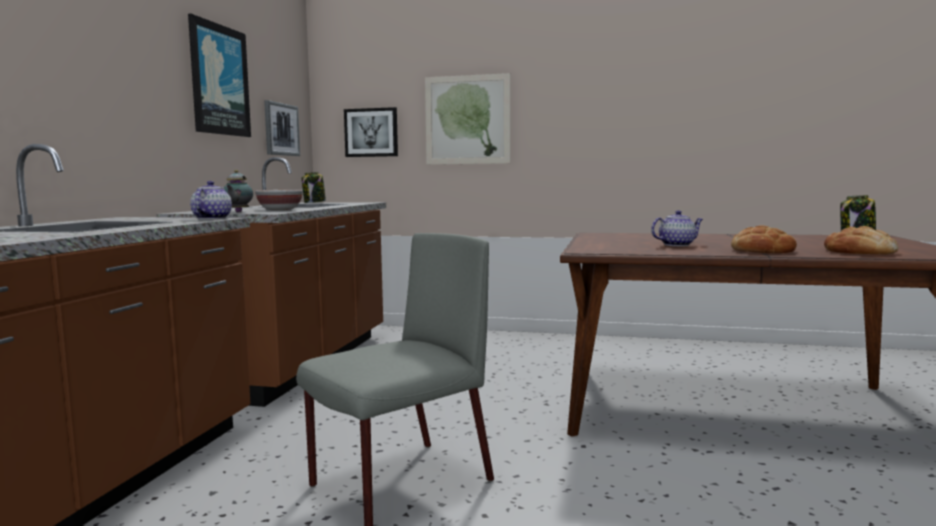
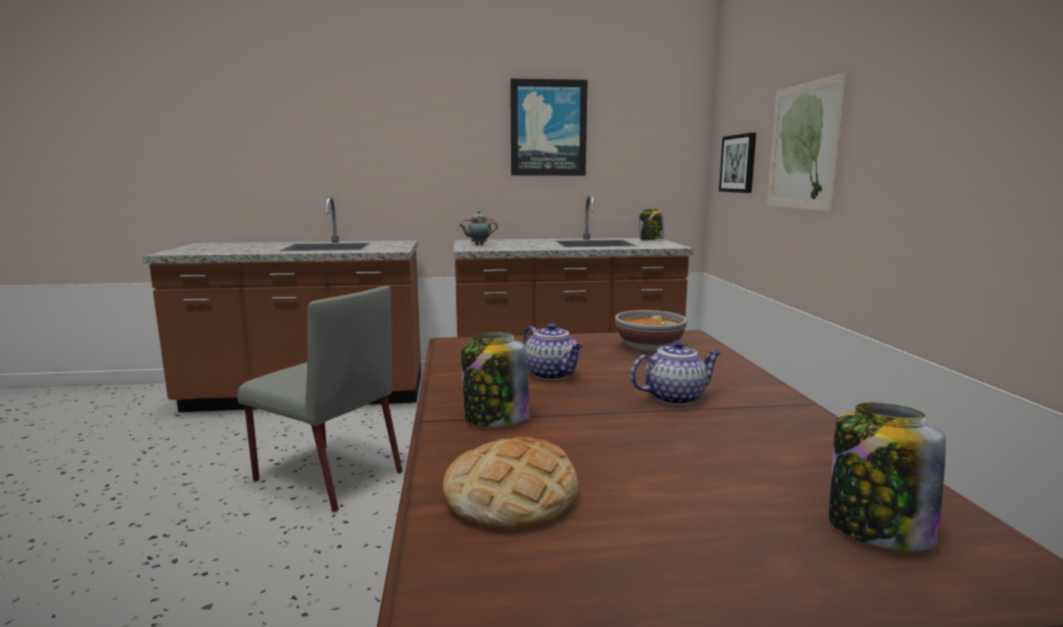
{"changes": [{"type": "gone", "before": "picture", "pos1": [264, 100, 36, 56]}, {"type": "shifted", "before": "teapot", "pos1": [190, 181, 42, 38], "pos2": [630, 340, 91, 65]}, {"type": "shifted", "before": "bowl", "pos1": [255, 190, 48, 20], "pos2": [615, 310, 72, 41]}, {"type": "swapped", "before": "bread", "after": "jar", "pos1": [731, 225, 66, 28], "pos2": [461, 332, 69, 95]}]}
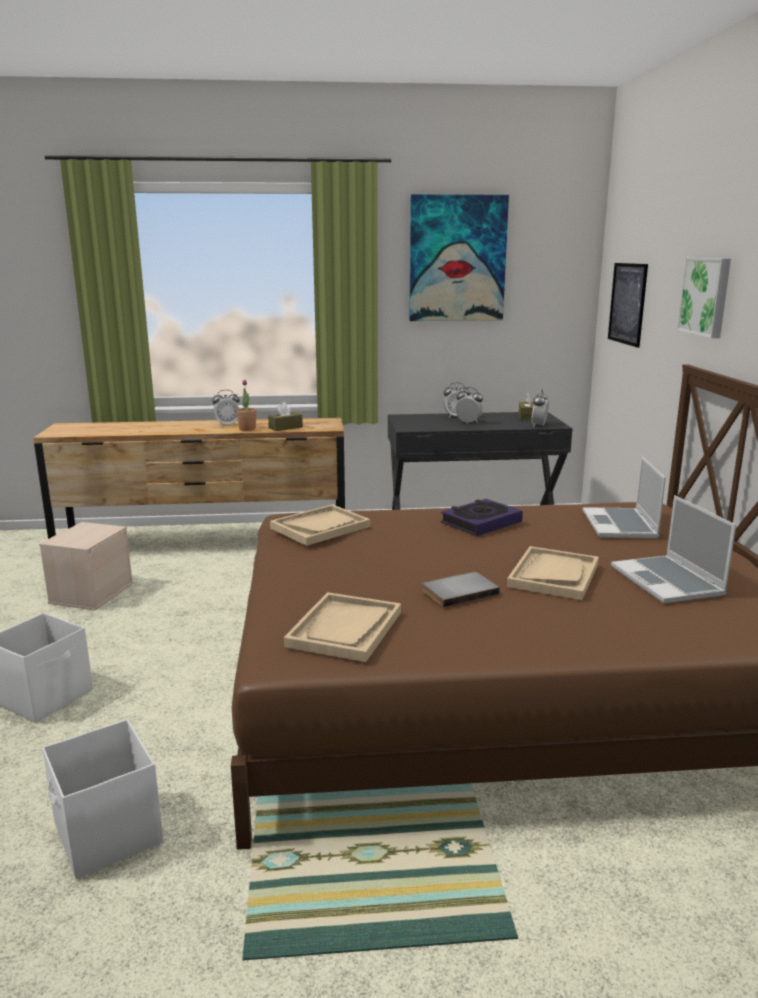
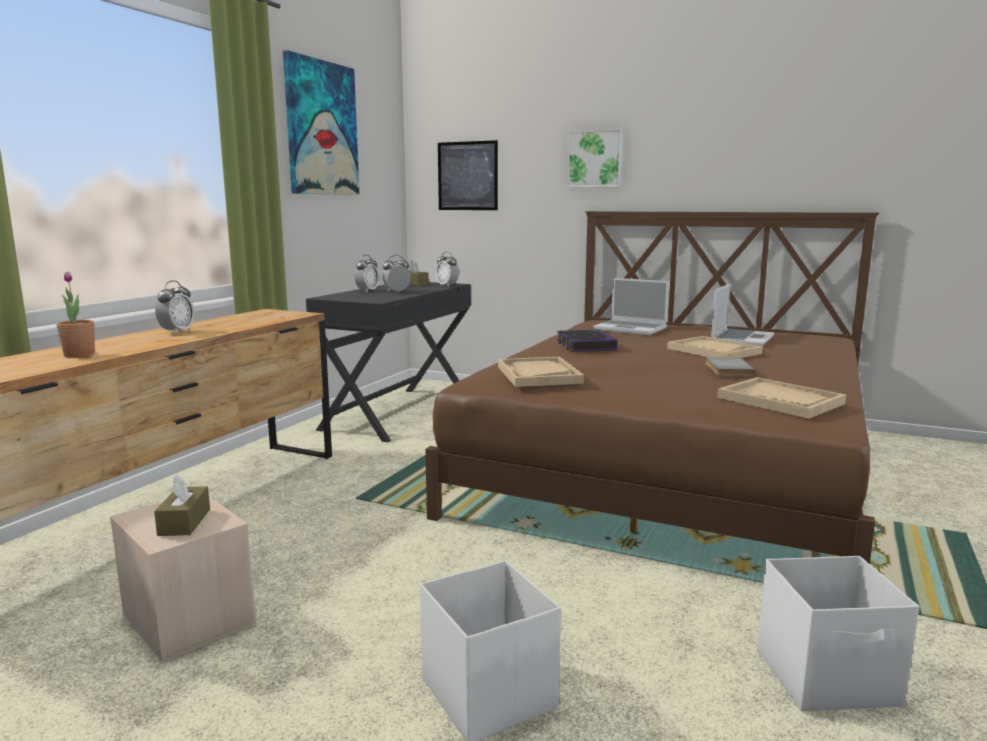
{"changes": [{"type": "shifted", "before": "potted plant", "pos1": [236, 379, 21, 52], "pos2": [56, 272, 39, 86]}, {"type": "shifted", "before": "brown tissue box", "pos1": [268, 402, 35, 29], "pos2": [154, 474, 56, 62]}, {"type": "rotated", "before": "laptop", "pos1": [611, 495, 125, 108], "pos2": [711, 283, 63, 63], "turn": -75}]}
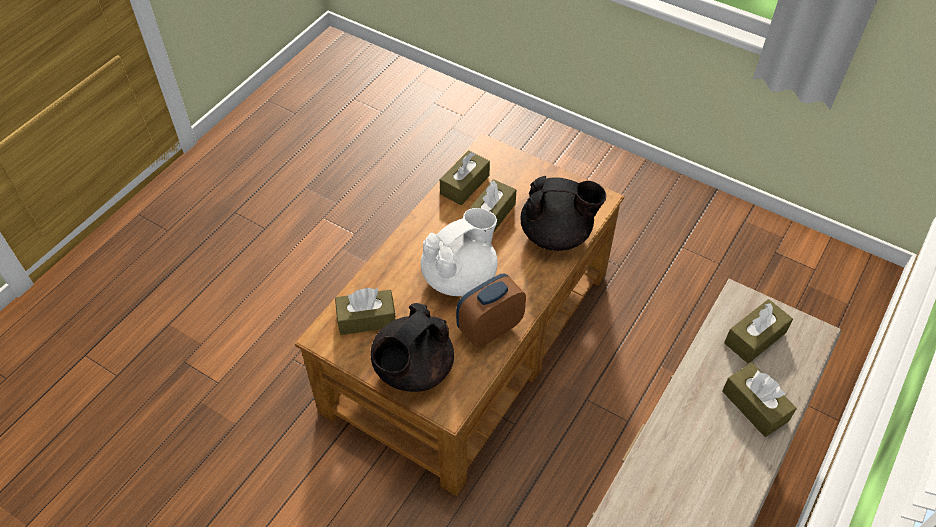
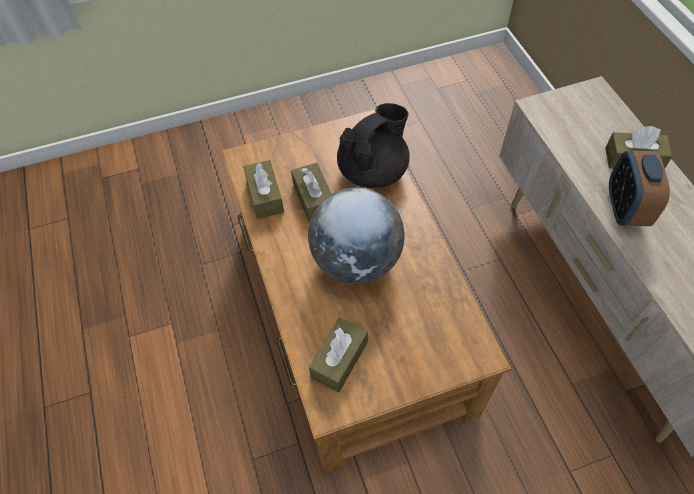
{"changes": [{"type": "swapped", "before": "white teapot", "after": "globe", "pos1": [421, 208, 77, 88], "pos2": [308, 188, 97, 96]}, {"type": "shifted", "before": "alarm clock", "pos1": [456, 273, 70, 75], "pos2": [609, 151, 61, 75]}, {"type": "gone", "before": "brown tissue box", "pos1": [724, 299, 69, 65]}, {"type": "gone", "before": "black teapot", "pos1": [371, 303, 83, 89]}]}
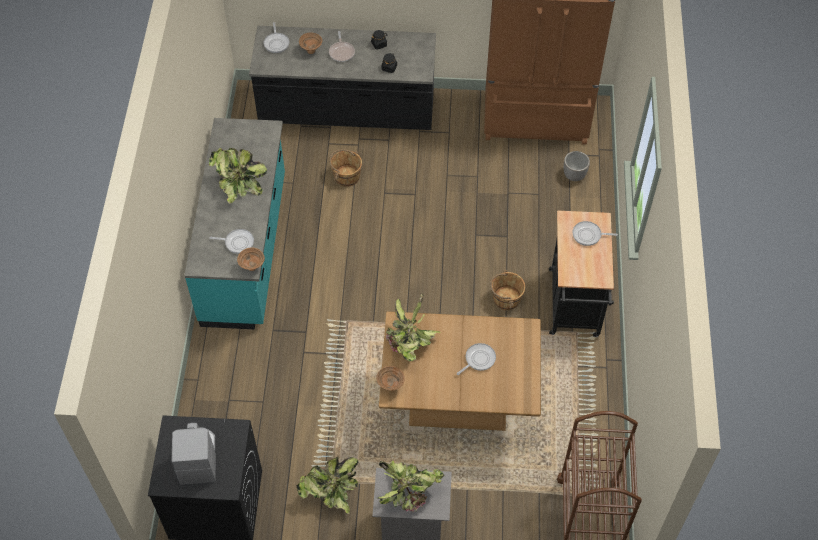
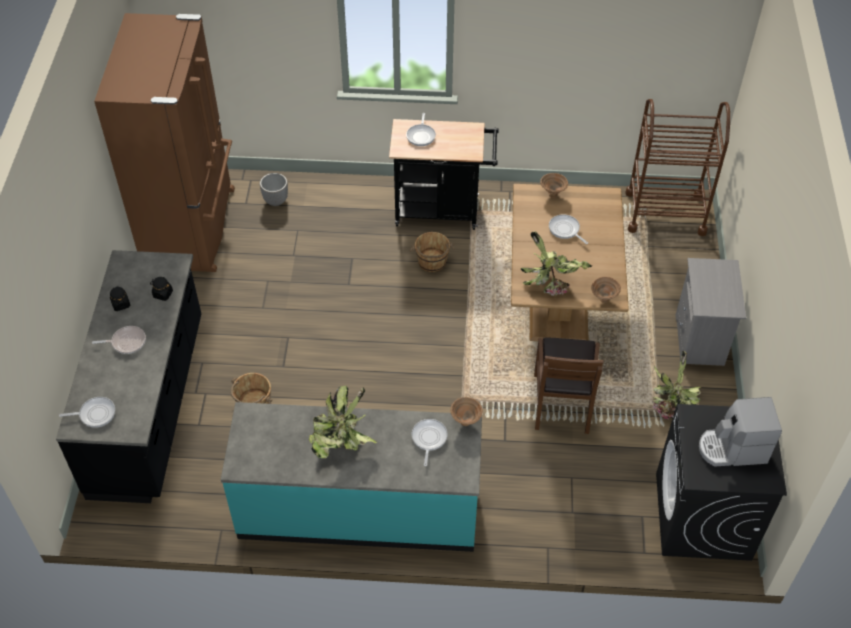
{"changes": [{"type": "shifted", "before": "brown bowl", "pos1": [299, 32, 23, 22], "pos2": [540, 173, 28, 25]}, {"type": "gone", "before": "potted plant", "pos1": [377, 460, 67, 53]}, {"type": "new", "after": "brown chair", "pos2": [534, 337, 69, 97]}]}
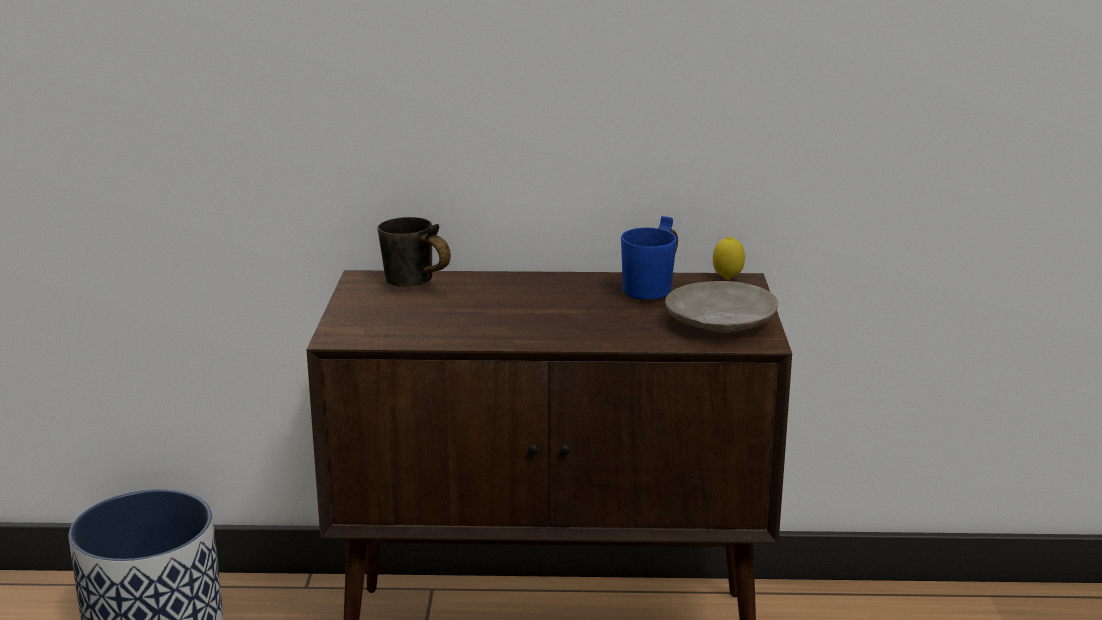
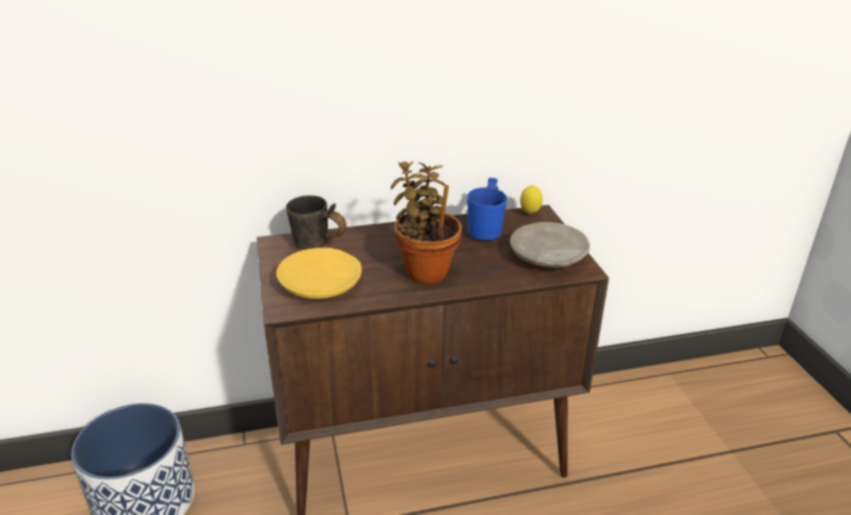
{"changes": [{"type": "new", "after": "potted plant", "pos2": [391, 161, 71, 123]}, {"type": "new", "after": "yellow plate", "pos2": [276, 248, 86, 51]}]}
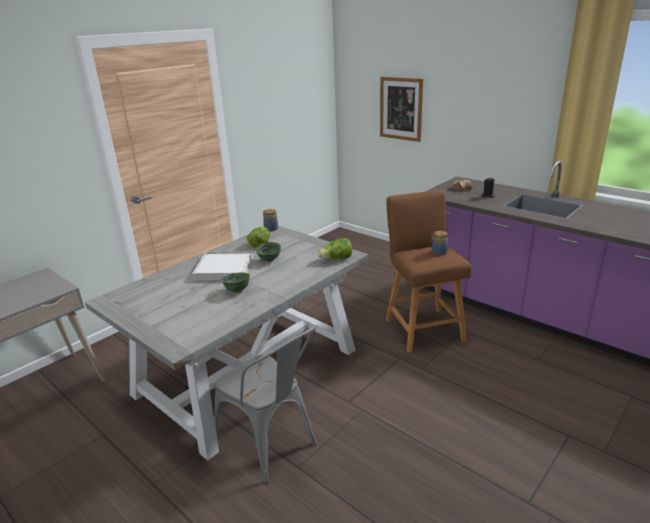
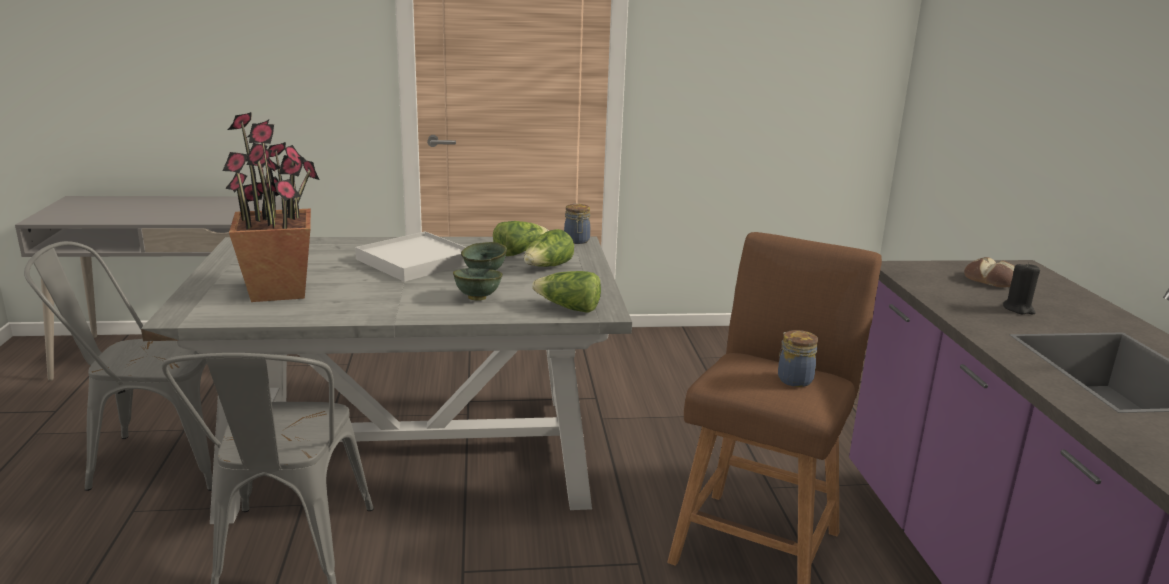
{"changes": [{"type": "gone", "before": "picture", "pos1": [380, 77, 43, 65]}, {"type": "shifted", "before": "green bowl", "pos1": [221, 272, 29, 21], "pos2": [453, 268, 50, 32]}, {"type": "new", "after": "potted plant", "pos2": [222, 112, 97, 190]}, {"type": "new", "after": "lettuce", "pos2": [524, 229, 50, 38]}, {"type": "new", "after": "grey chair", "pos2": [24, 241, 189, 250]}]}
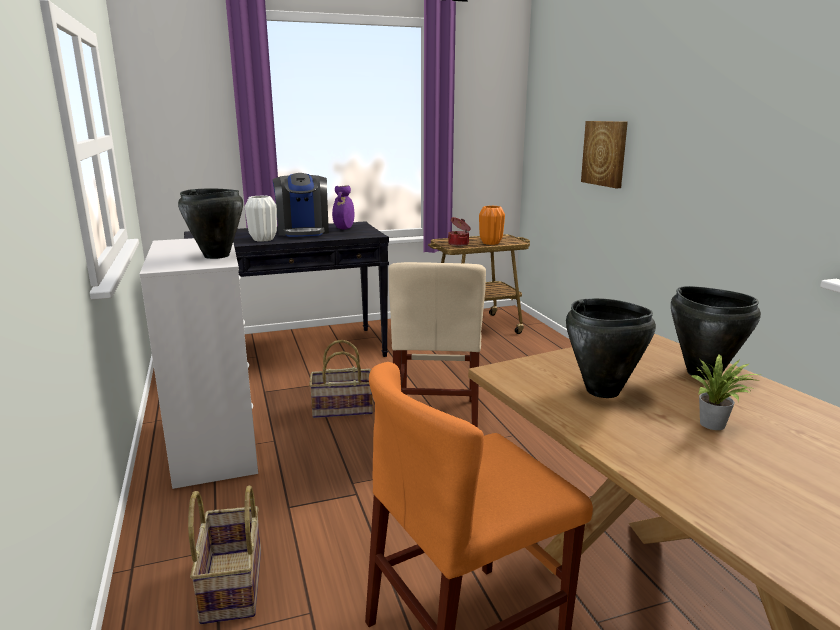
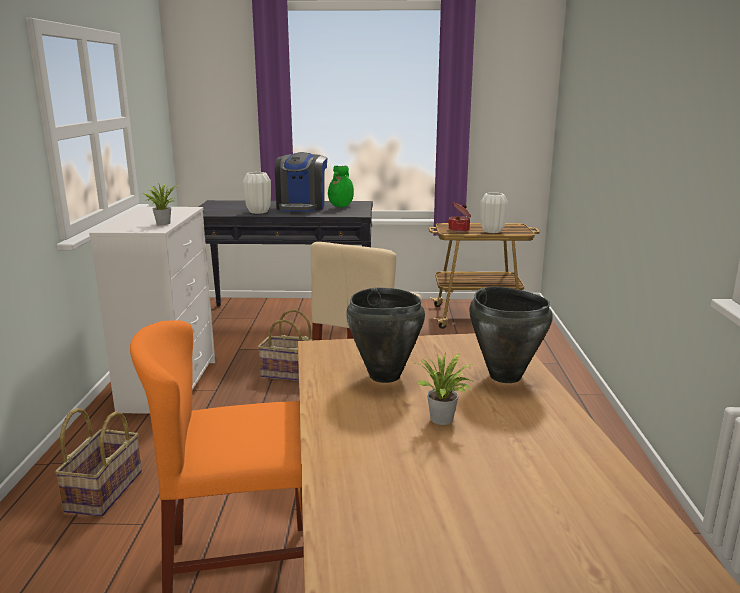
{"changes": [{"type": "gone", "before": "picture", "pos1": [581, 121, 47, 67]}, {"type": "repainted", "before": "purple vase", "after": "green vase", "pos1": [332, 185, 22, 45], "pos2": [328, 166, 26, 42]}, {"type": "swapped", "before": "black cooking pot", "after": "potted plant", "pos1": [178, 189, 65, 70], "pos2": [143, 183, 36, 42]}, {"type": "repainted", "before": "orange vase", "after": "white vase", "pos1": [479, 206, 26, 39], "pos2": [480, 192, 28, 41]}]}
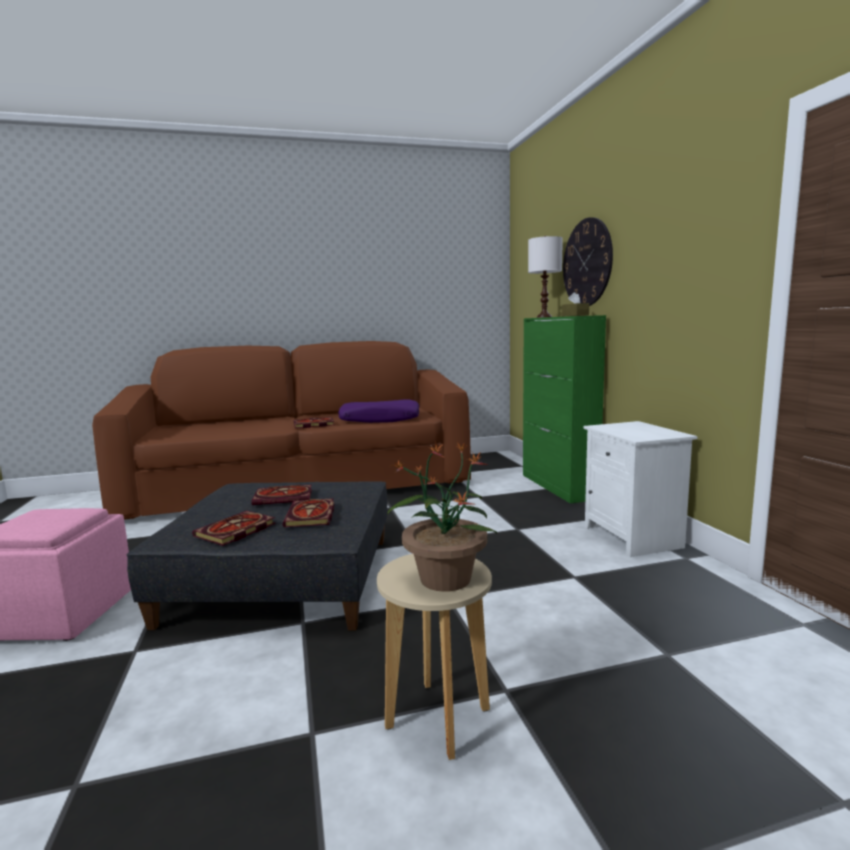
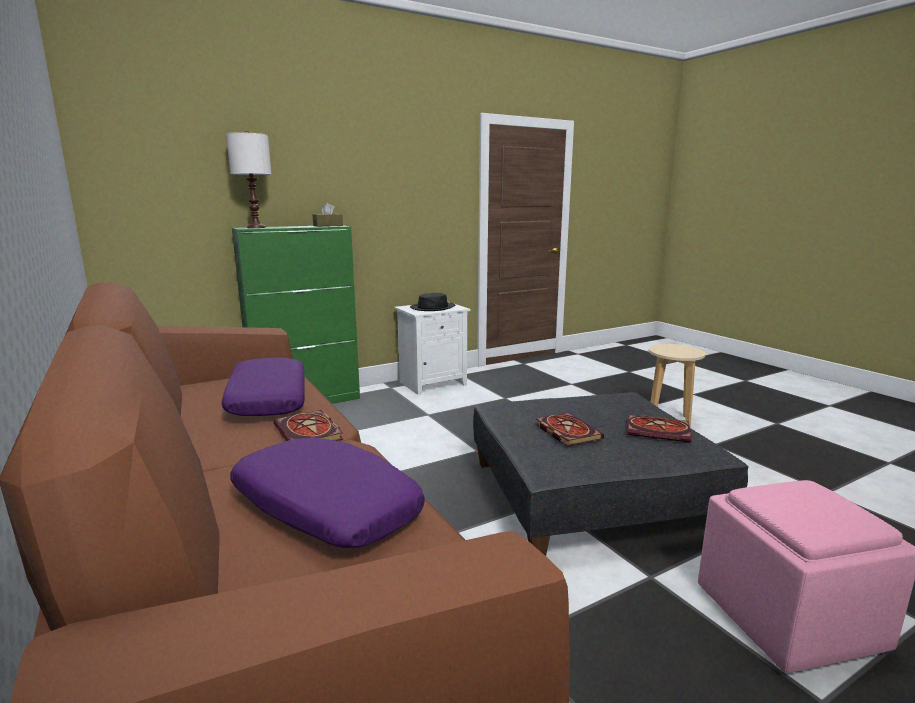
{"changes": [{"type": "gone", "before": "wall clock", "pos1": [563, 217, 50, 89]}, {"type": "gone", "before": "potted plant", "pos1": [387, 443, 110, 149]}, {"type": "gone", "before": "book", "pos1": [282, 498, 53, 29]}, {"type": "new", "after": "black hat", "pos2": [410, 293, 45, 18]}, {"type": "new", "after": "purple pillow", "pos2": [230, 438, 195, 110]}]}
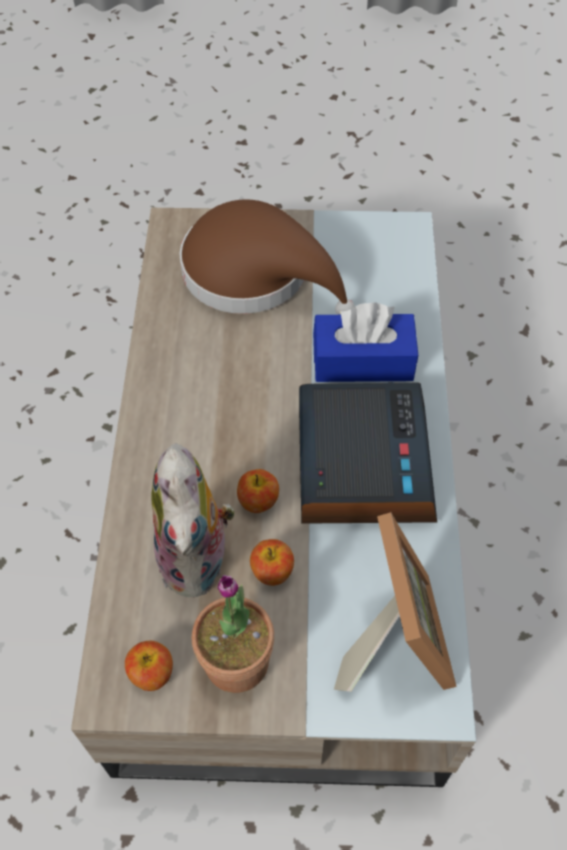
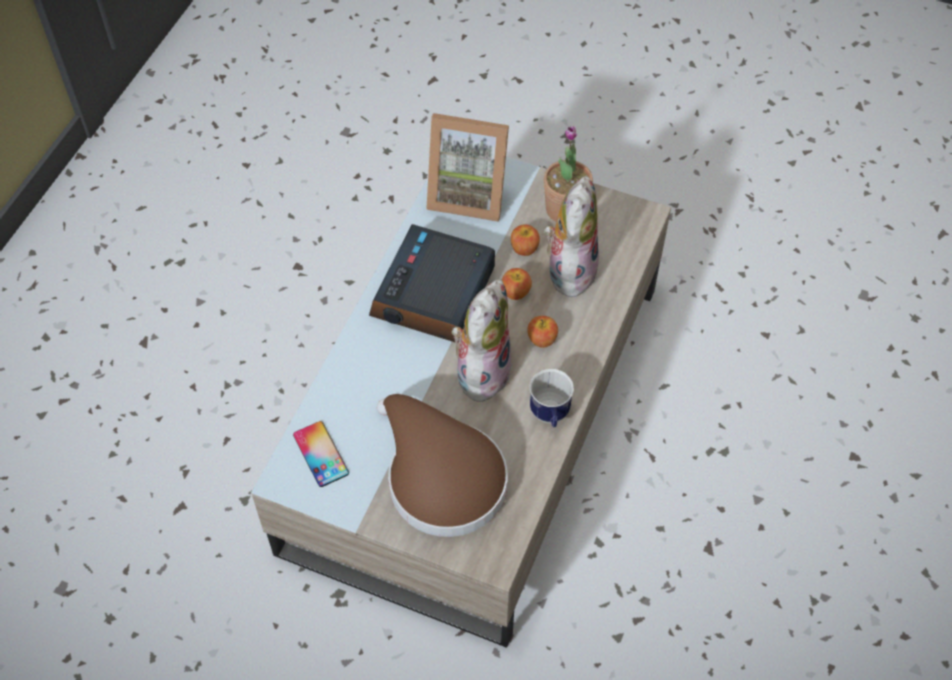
{"changes": [{"type": "gone", "before": "blue tissue box", "pos1": [313, 302, 105, 80]}, {"type": "rotated", "before": "picture frame", "pos1": [334, 512, 123, 180], "pos2": [426, 113, 83, 109], "turn": -90}, {"type": "shifted", "before": "apple", "pos1": [125, 641, 48, 50], "pos2": [527, 316, 31, 32]}, {"type": "new", "after": "plush toy", "pos2": [452, 279, 60, 124]}, {"type": "new", "after": "mug", "pos2": [530, 369, 44, 59]}, {"type": "new", "after": "phone", "pos2": [293, 421, 56, 66]}]}
